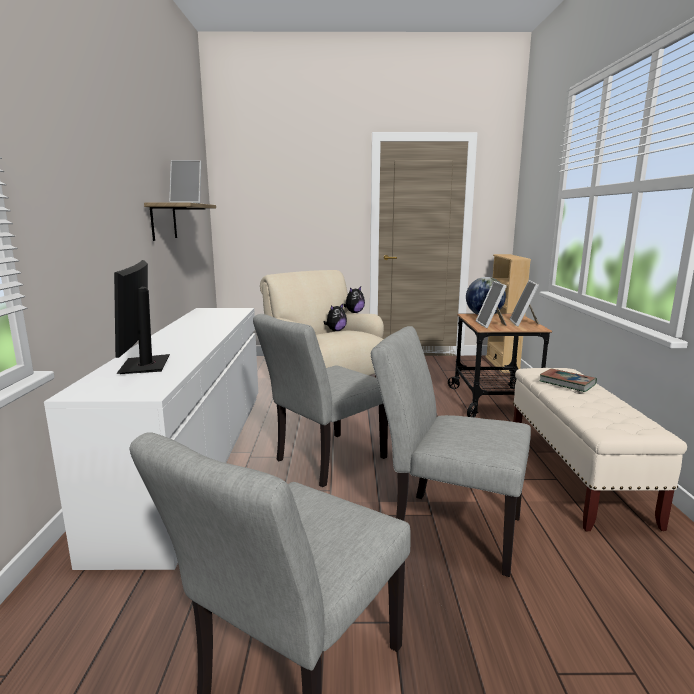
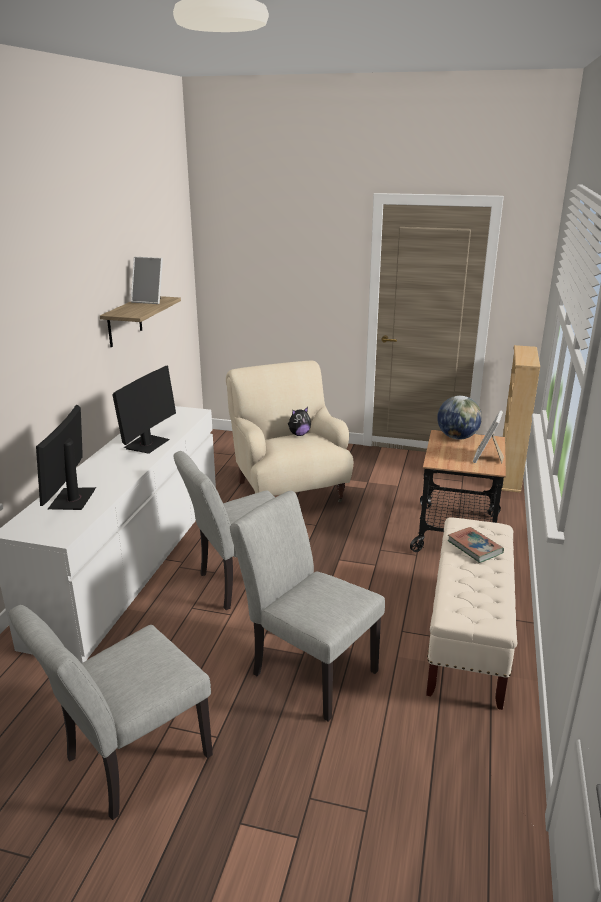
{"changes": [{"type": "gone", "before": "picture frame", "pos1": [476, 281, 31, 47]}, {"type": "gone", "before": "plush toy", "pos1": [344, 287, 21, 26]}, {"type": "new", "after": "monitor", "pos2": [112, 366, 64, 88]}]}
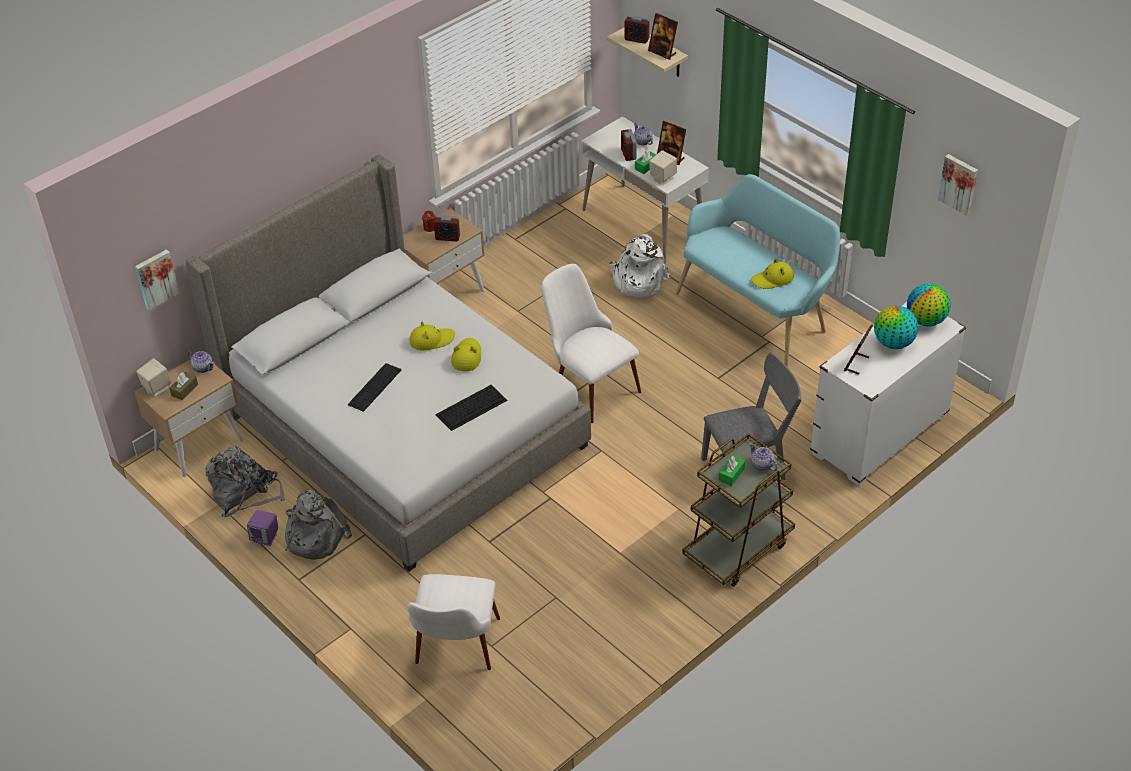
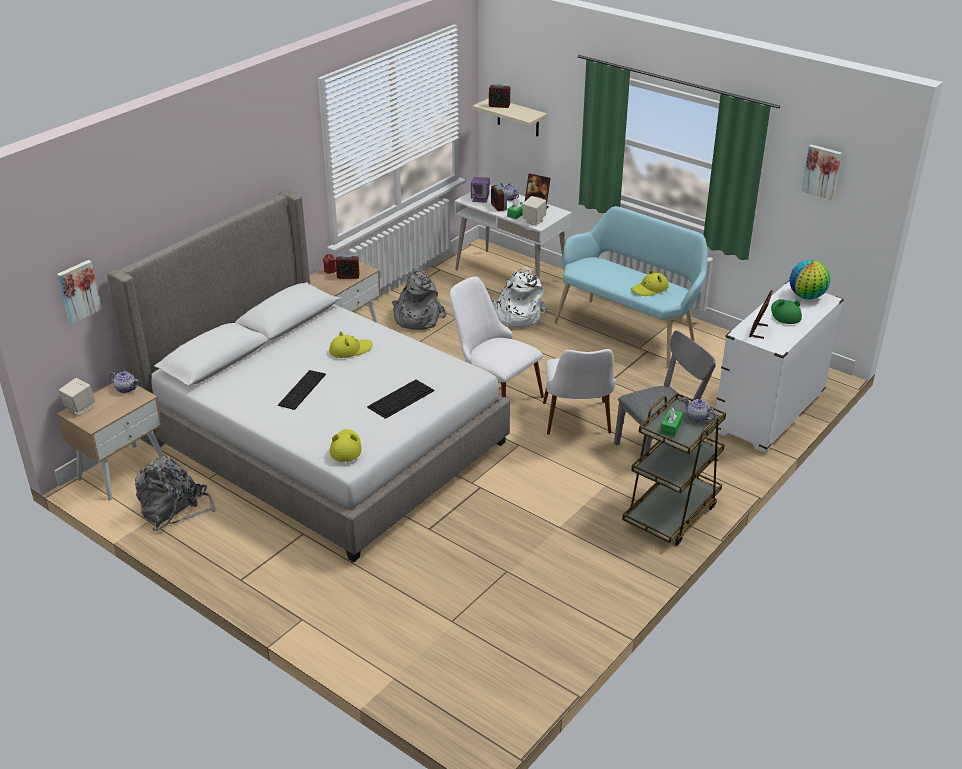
{"changes": [{"type": "gone", "before": "picture frame", "pos1": [648, 13, 30, 47]}, {"type": "swapped", "before": "globe", "after": "green hat", "pos1": [874, 306, 44, 43], "pos2": [771, 299, 31, 25]}, {"type": "shifted", "before": "yellow hat", "pos1": [451, 338, 30, 33], "pos2": [330, 429, 32, 33]}, {"type": "gone", "before": "brown tissue box", "pos1": [169, 372, 29, 28]}, {"type": "shifted", "before": "grey backpack", "pos1": [285, 490, 67, 70], "pos2": [392, 270, 54, 60]}, {"type": "shifted", "before": "purple speaker", "pos1": [247, 510, 31, 36], "pos2": [471, 177, 19, 26]}, {"type": "shifted", "before": "white chair", "pos1": [408, 574, 92, 96], "pos2": [543, 349, 73, 86]}]}
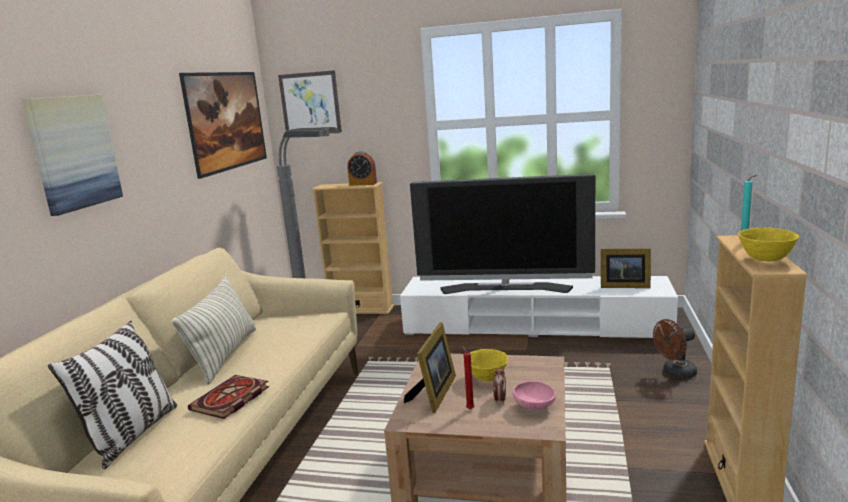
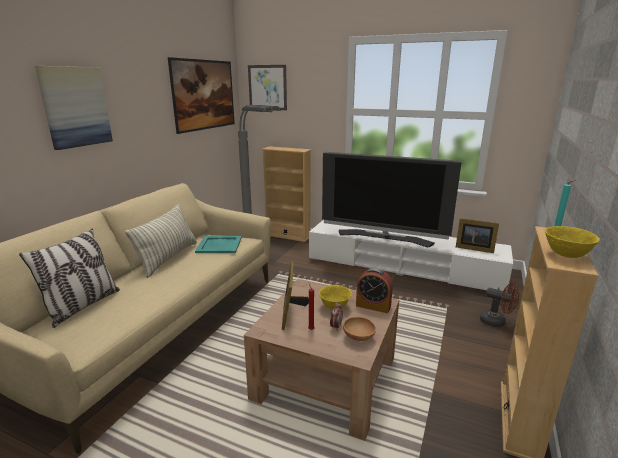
{"changes": [{"type": "shifted", "before": "alarm clock", "pos1": [347, 151, 30, 35], "pos2": [356, 268, 37, 45]}, {"type": "rotated", "before": "brown fan", "pos1": [653, 319, 44, 60], "pos2": [480, 283, 40, 44], "turn": -135}, {"type": "rotated", "before": "picture frame", "pos1": [404, 322, 52, 91], "pos2": [282, 261, 27, 69], "turn": 150}, {"type": "gone", "before": "book", "pos1": [188, 375, 81, 44]}, {"type": "repainted", "before": "pink bowl", "after": "brown bowl", "pos1": [513, 381, 43, 29], "pos2": [343, 317, 33, 24]}, {"type": "new", "after": "turquoise tray", "pos2": [195, 236, 47, 17]}]}
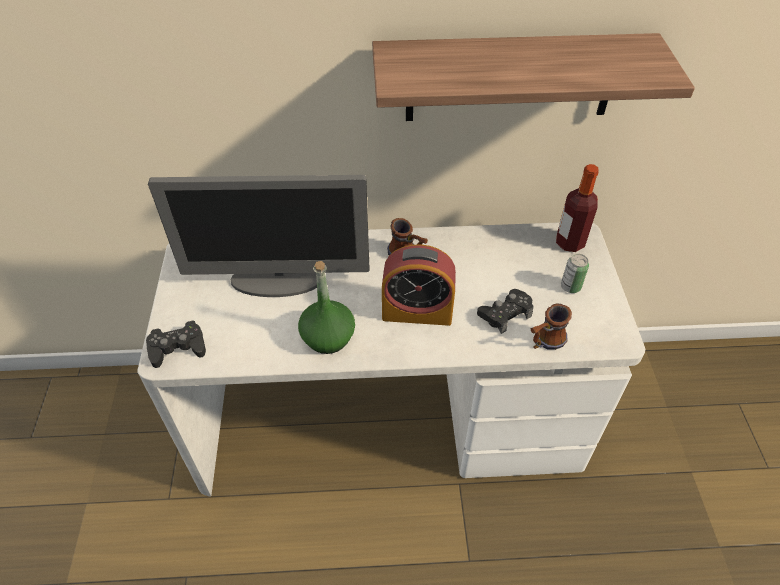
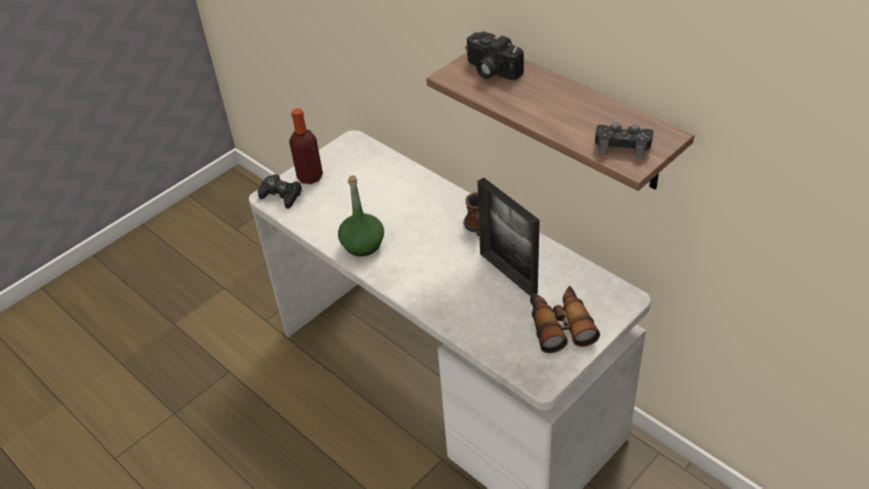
{"changes": [{"type": "shifted", "before": "bottle", "pos1": [556, 164, 43, 88], "pos2": [289, 108, 34, 76]}, {"type": "gone", "before": "monitor", "pos1": [148, 175, 221, 122]}, {"type": "gone", "before": "alarm clock", "pos1": [382, 244, 74, 82]}, {"type": "swapped", "before": "can", "after": "binoculars", "pos1": [561, 254, 28, 39], "pos2": [530, 286, 70, 67]}, {"type": "shifted", "before": "black game controller", "pos1": [477, 289, 57, 45], "pos2": [595, 123, 58, 35]}, {"type": "gone", "before": "mug", "pos1": [531, 303, 41, 47]}, {"type": "new", "after": "photo camera", "pos2": [465, 31, 59, 49]}, {"type": "new", "after": "picture frame", "pos2": [477, 178, 63, 119]}]}
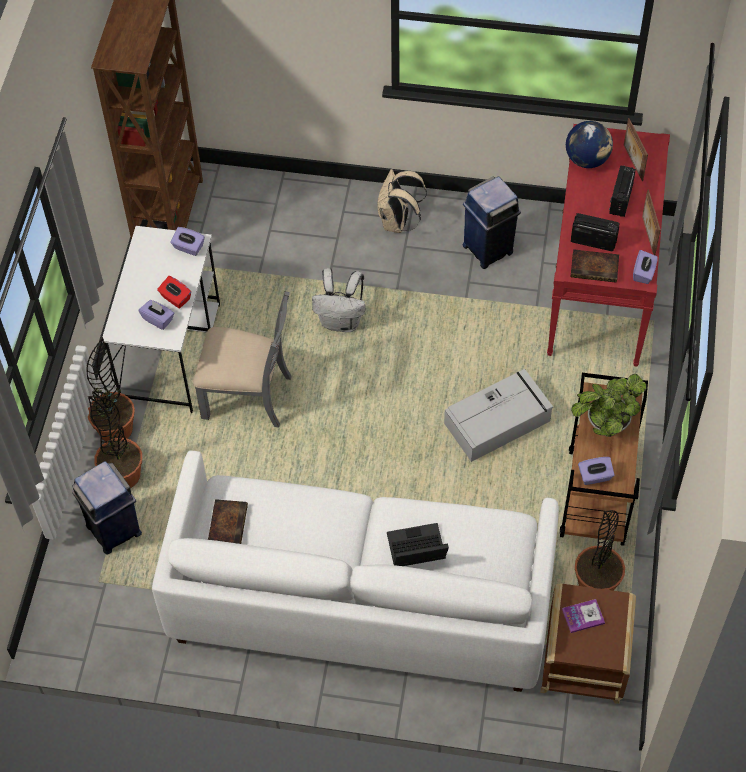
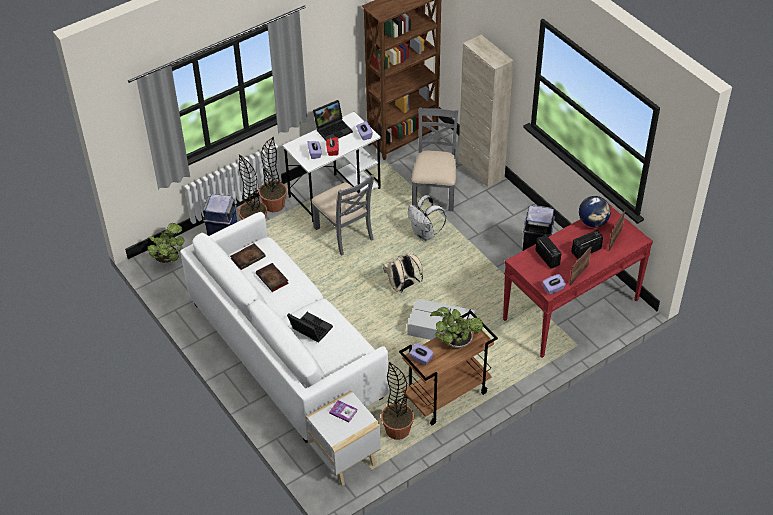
{"changes": [{"type": "shifted", "before": "beige backpack", "pos1": [377, 169, 50, 64], "pos2": [383, 251, 40, 42]}, {"type": "shifted", "before": "book", "pos1": [571, 249, 48, 34], "pos2": [256, 263, 33, 29]}, {"type": "repainted", "before": "brown side table", "after": "white side table", "pos1": [540, 584, 96, 120], "pos2": [305, 390, 76, 96]}, {"type": "new", "after": "beige cabinet", "pos2": [458, 35, 55, 153]}, {"type": "new", "after": "laptop", "pos2": [313, 100, 40, 40]}, {"type": "new", "after": "grey chair", "pos2": [411, 108, 47, 103]}, {"type": "new", "after": "potted plant", "pos2": [147, 223, 37, 43]}]}
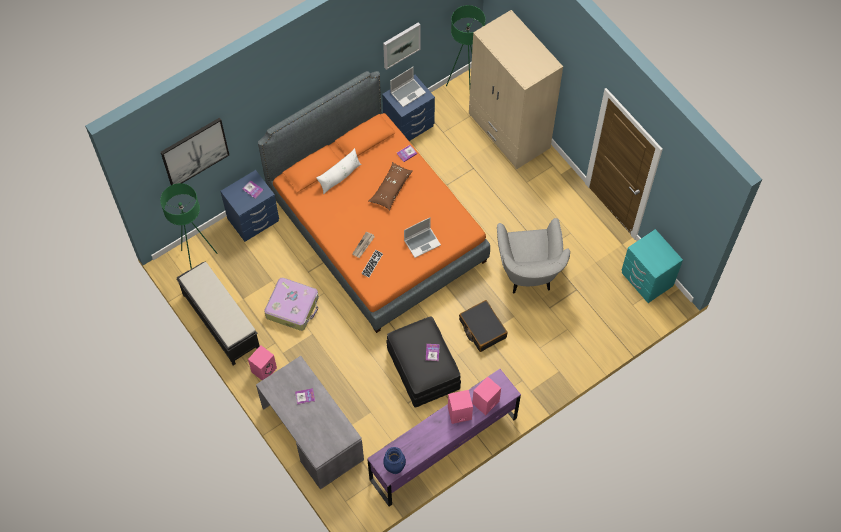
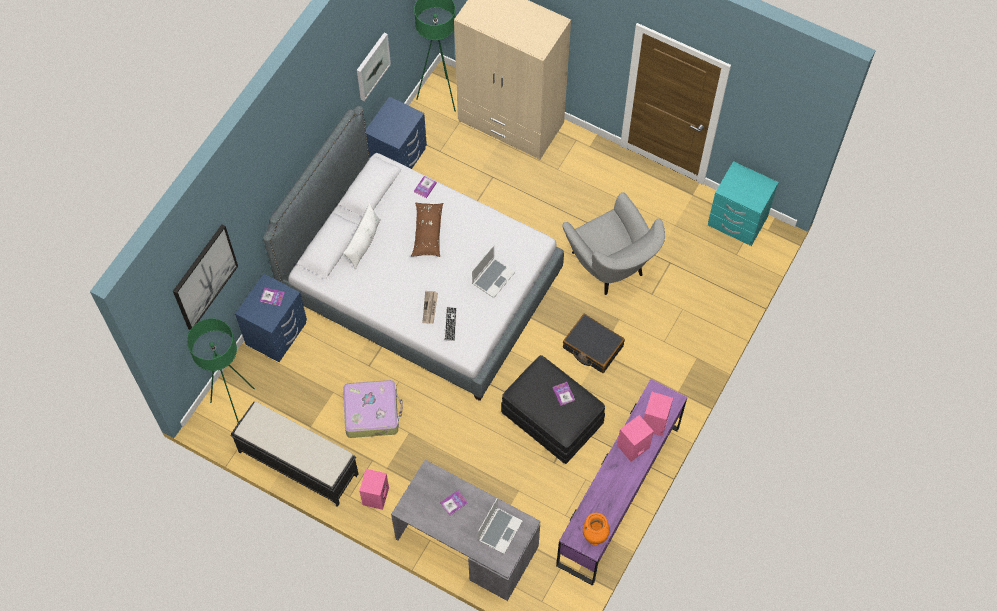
{"changes": [{"type": "shifted", "before": "laptop", "pos1": [390, 67, 36, 40], "pos2": [478, 498, 44, 56]}, {"type": "repainted", "before": "orange bed", "after": "grey bed", "pos1": [258, 71, 232, 262], "pos2": [263, 106, 301, 295]}, {"type": "repainted", "before": "blue vase", "after": "orange vase", "pos1": [383, 447, 23, 27], "pos2": [583, 513, 27, 32]}]}
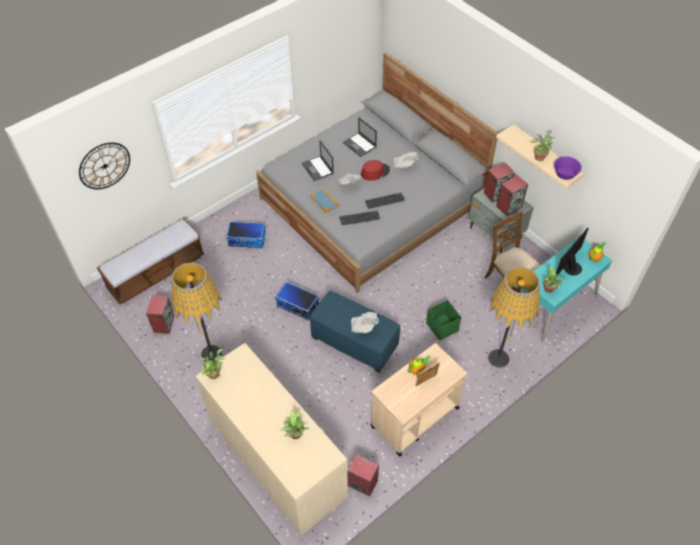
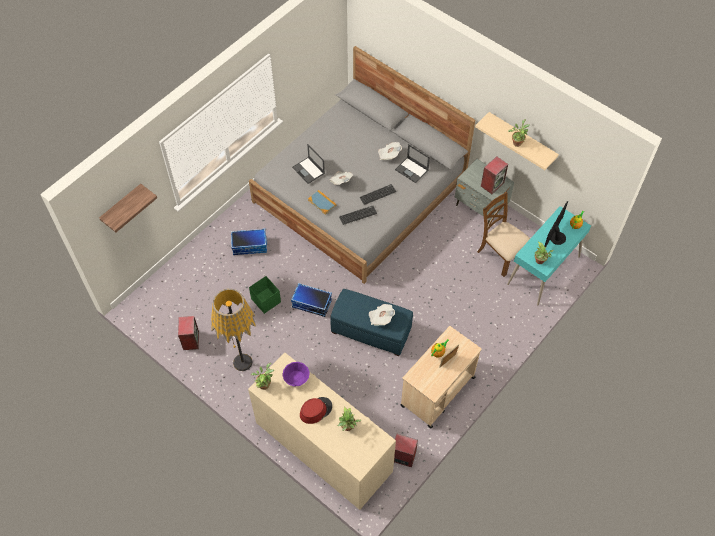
{"changes": [{"type": "shifted", "before": "laptop", "pos1": [343, 117, 34, 40], "pos2": [395, 144, 35, 39]}, {"type": "swapped", "before": "wall clock", "after": "shelf", "pos1": [79, 142, 51, 47], "pos2": [99, 184, 58, 48]}, {"type": "shifted", "before": "purple bowl", "pos1": [554, 156, 28, 24], "pos2": [282, 362, 28, 24]}, {"type": "shifted", "before": "red hat", "pos1": [361, 160, 29, 21], "pos2": [300, 397, 32, 27]}, {"type": "gone", "before": "speaker", "pos1": [484, 163, 31, 40]}, {"type": "gone", "before": "bench", "pos1": [97, 218, 107, 87]}, {"type": "gone", "before": "floor lamp", "pos1": [488, 267, 52, 101]}, {"type": "shifted", "before": "green storage box", "pos1": [426, 300, 35, 41], "pos2": [249, 276, 32, 38]}]}
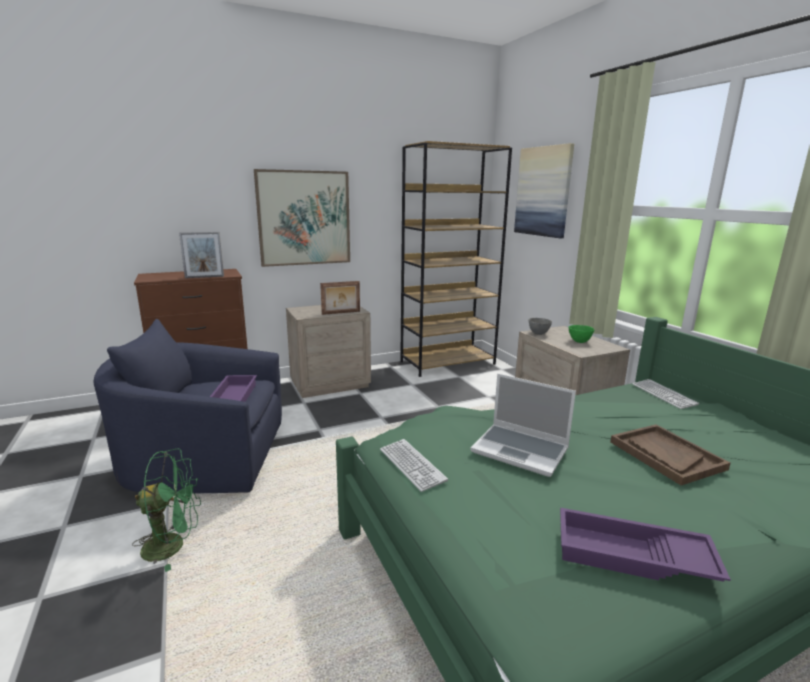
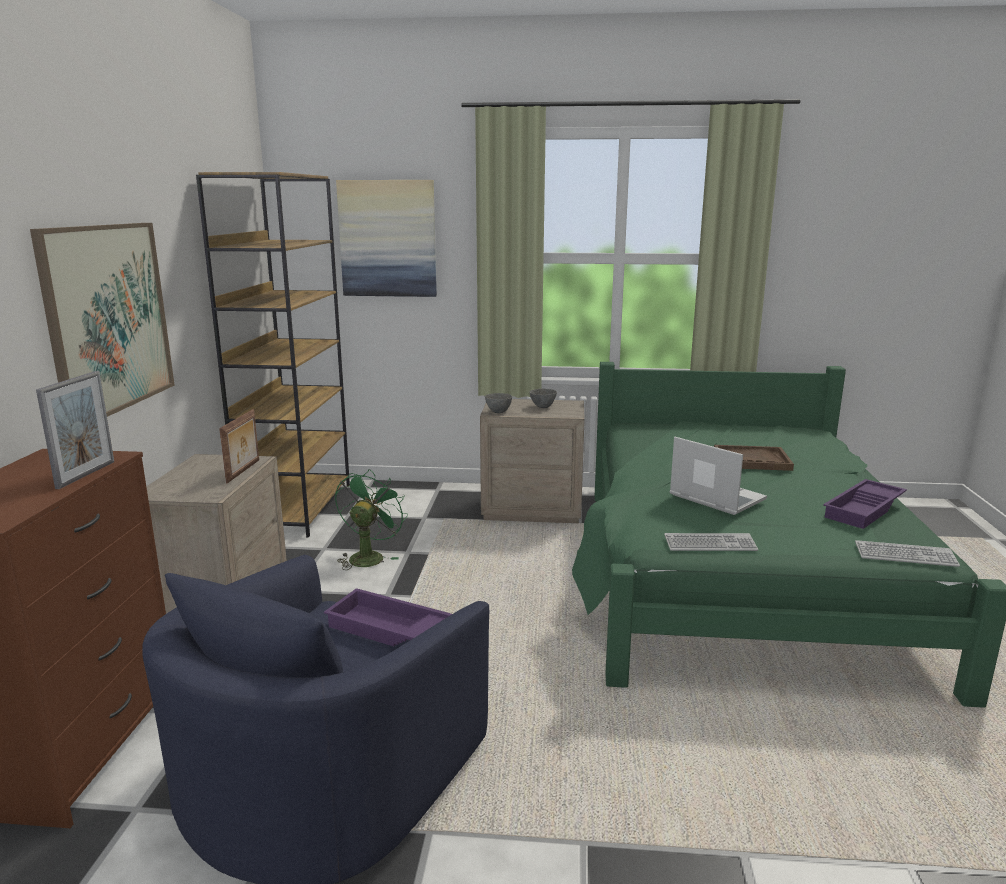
{"changes": [{"type": "repainted", "before": "green bowl", "after": "grey bowl", "pos1": [569, 325, 25, 18], "pos2": [529, 388, 28, 20]}, {"type": "rotated", "before": "laptop", "pos1": [470, 373, 106, 104], "pos2": [670, 437, 97, 78], "turn": -105}, {"type": "shifted", "before": "keyboard", "pos1": [632, 379, 67, 30], "pos2": [855, 540, 105, 27]}, {"type": "shifted", "before": "green fan", "pos1": [132, 449, 69, 123], "pos2": [335, 469, 73, 101]}]}
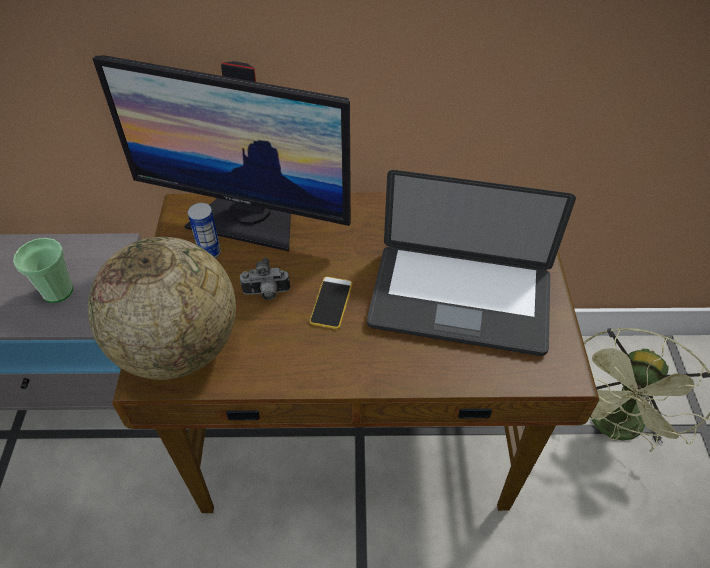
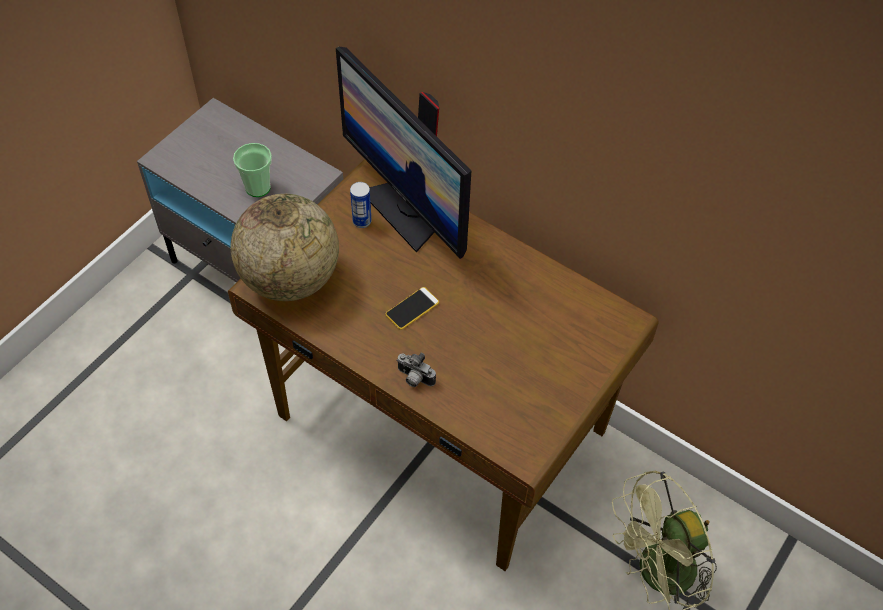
{"changes": [{"type": "gone", "before": "laptop", "pos1": [367, 170, 209, 186]}, {"type": "shifted", "before": "photo camera", "pos1": [240, 257, 50, 43], "pos2": [396, 353, 40, 34]}]}
